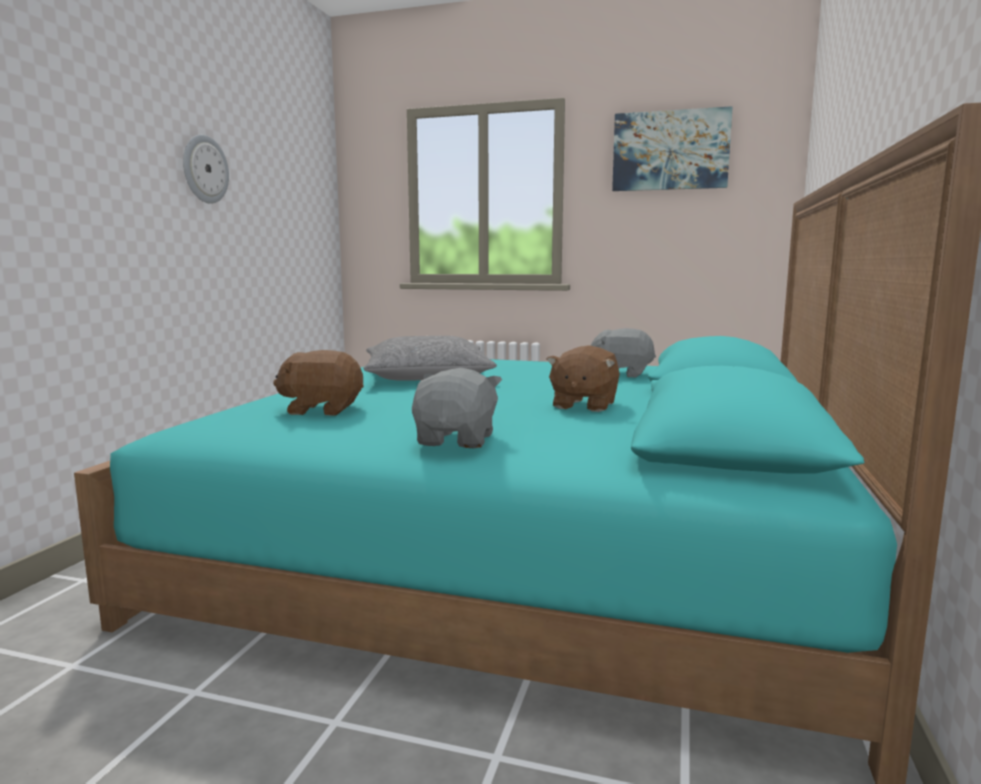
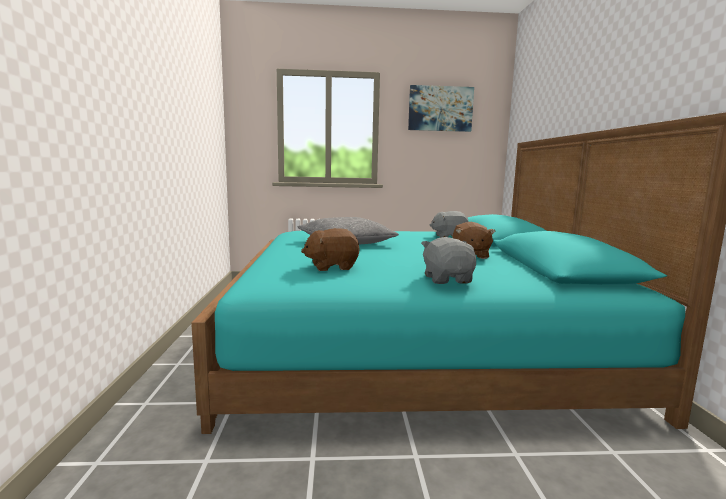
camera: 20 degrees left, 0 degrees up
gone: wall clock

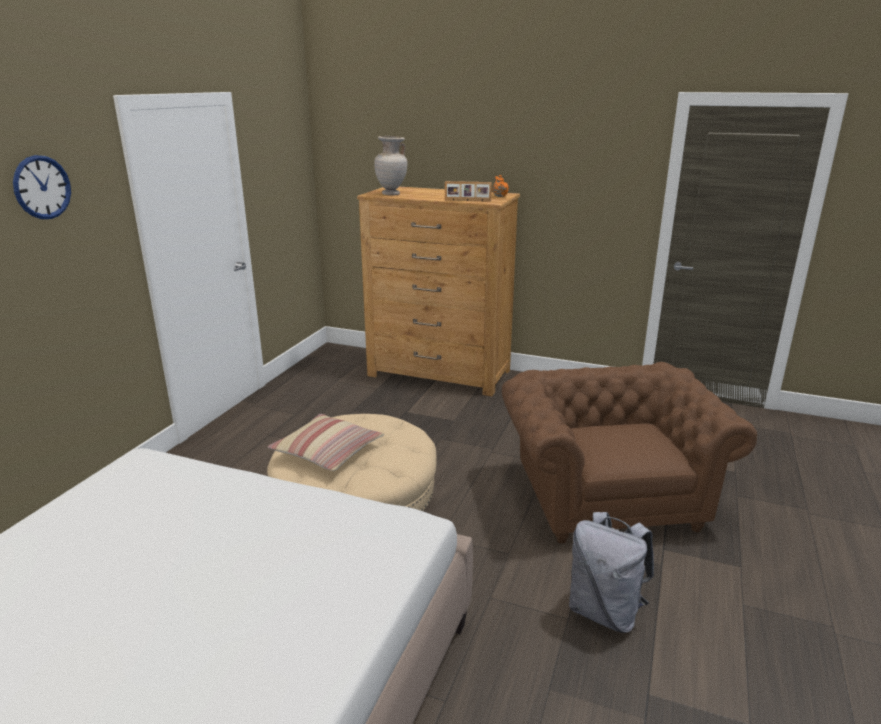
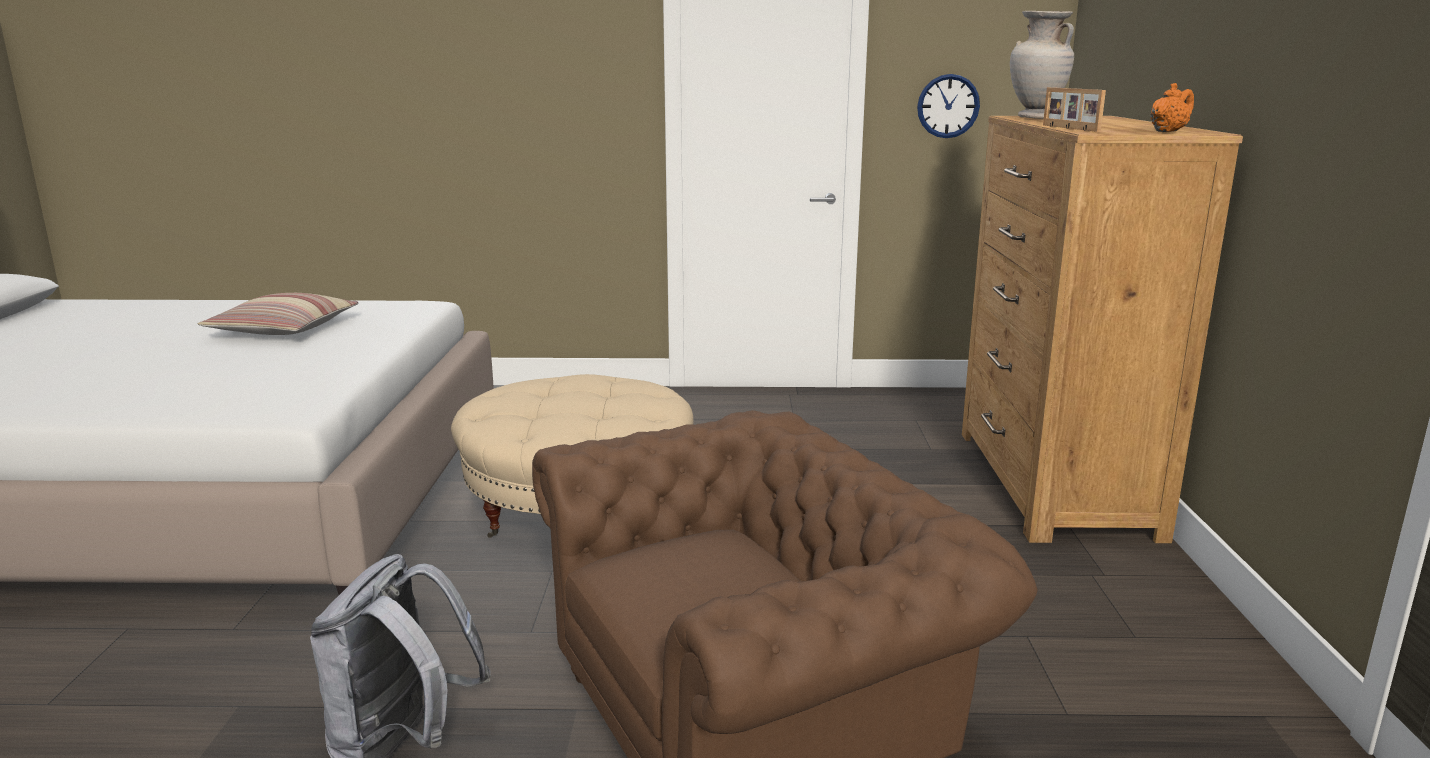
camera: 70 degrees right, 5 degrees down
shifted: pillow; wall clock

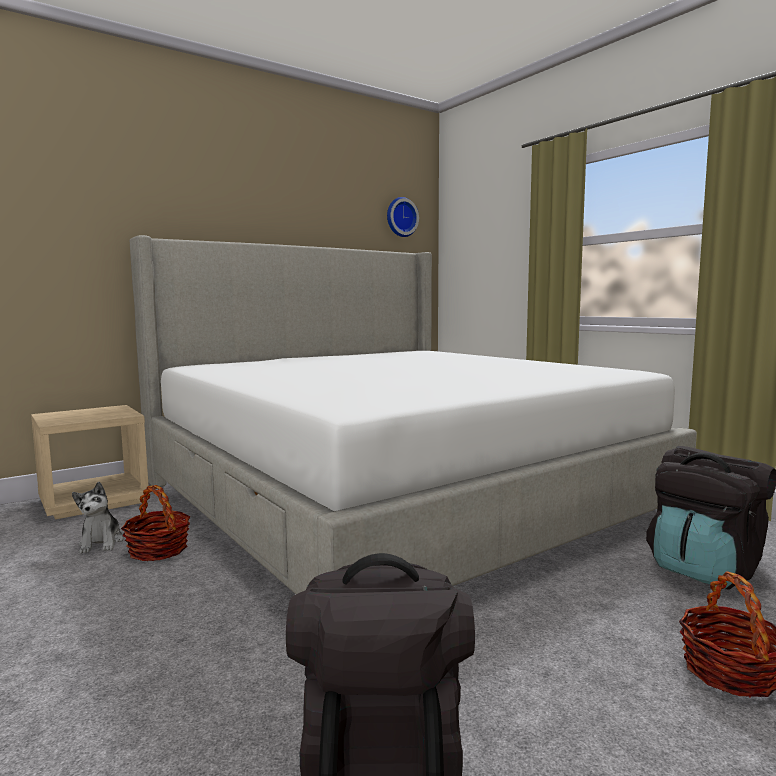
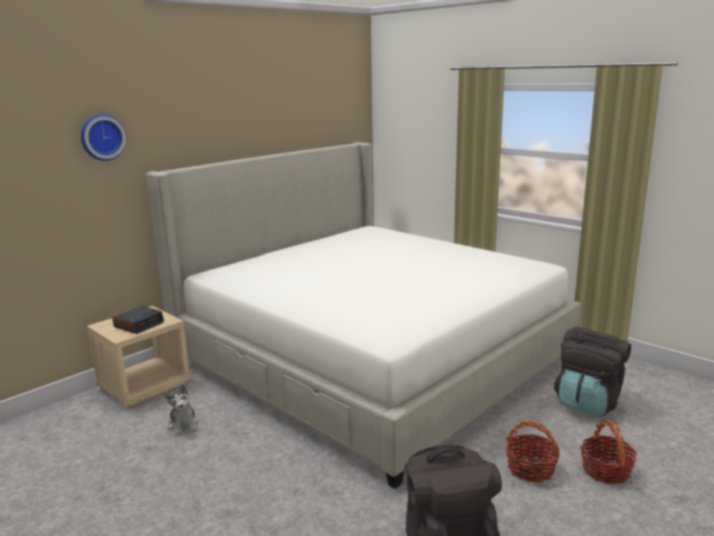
camera: 10 degrees left, 10 degrees up
new: alarm clock
shifted: wall clock; basket (no. 1 from left)

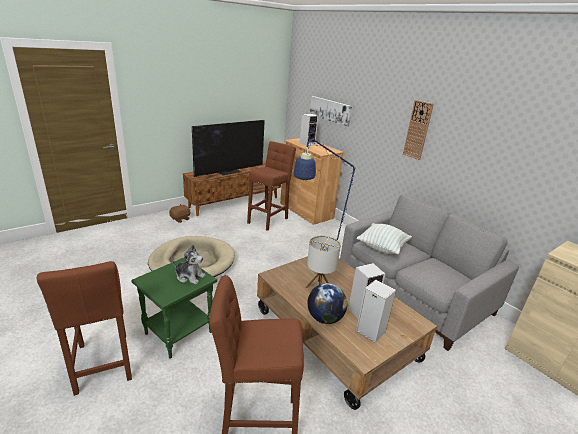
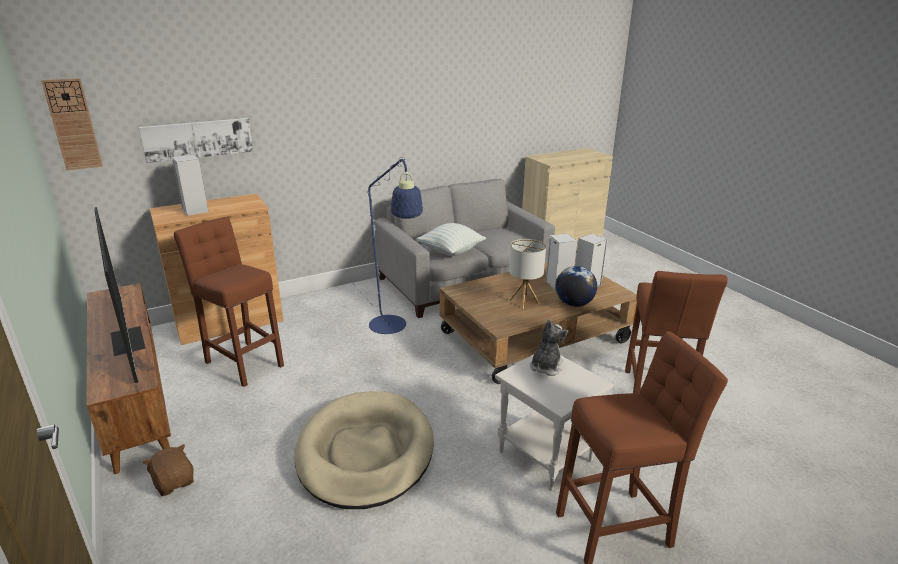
camera: 80 degrees left, 0 degrees up
shifted: wall clock
repainted: green side table to white side table

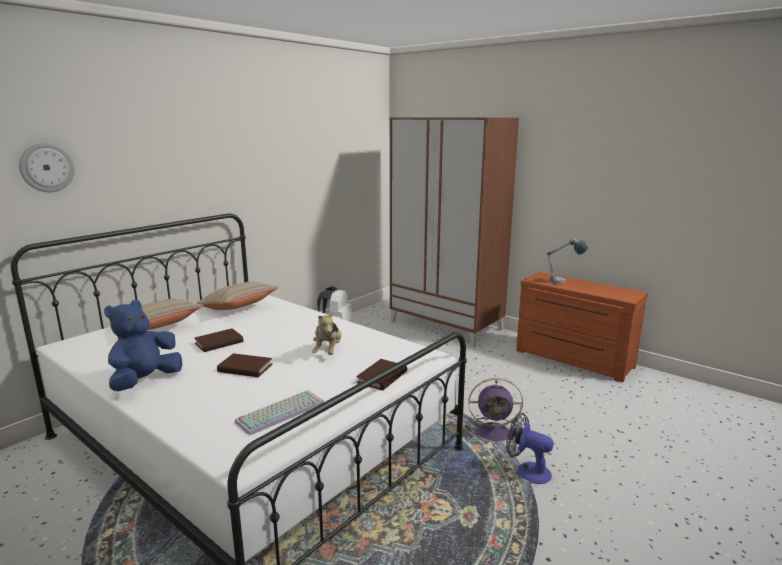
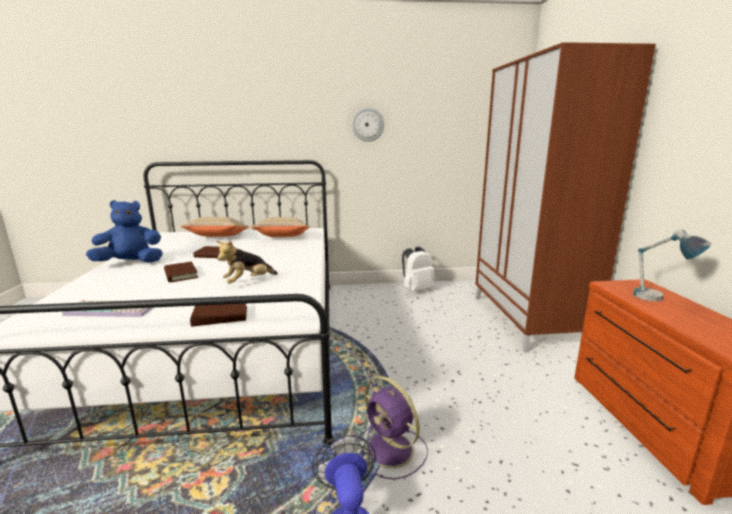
camera: 45 degrees right, 0 degrees up
shifted: wall clock

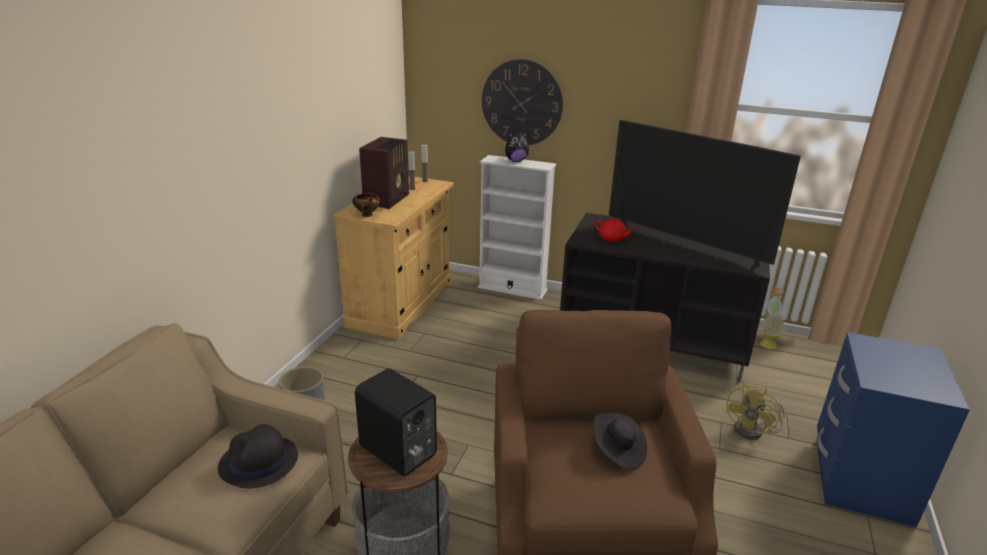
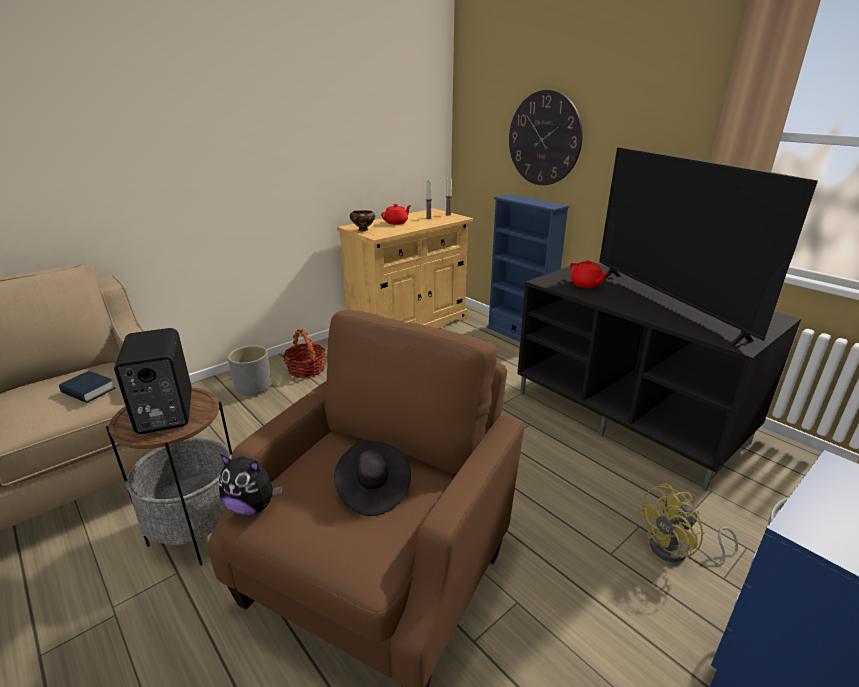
camera: 30 degrees right, 0 degrees up
gone: potted plant
new: basket
shifted: plush toy
swapped: black hat (no. 1 from left) to book; radio to red teapot (no. 1 from left)
repainted: white bookcase to blue bookcase

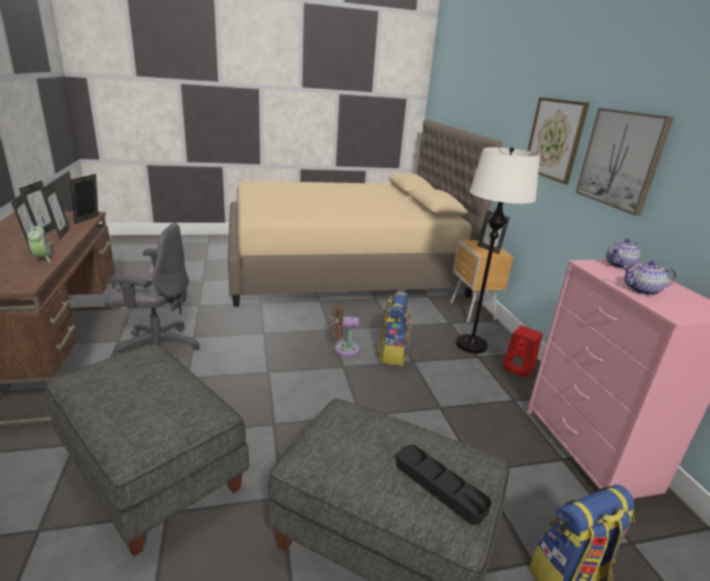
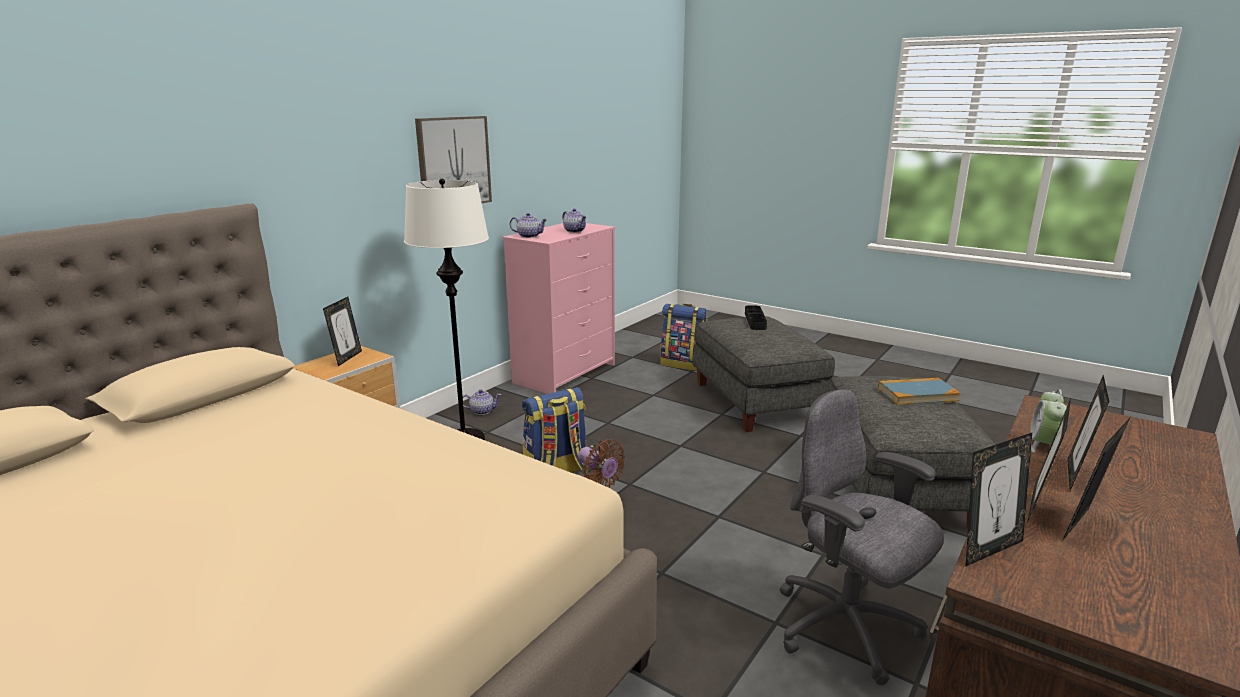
camera: 130 degrees left, 5 degrees down
gone: picture (no. 1 from left)
new: book
swapped: red speaker to teapot (no. 1 from left)

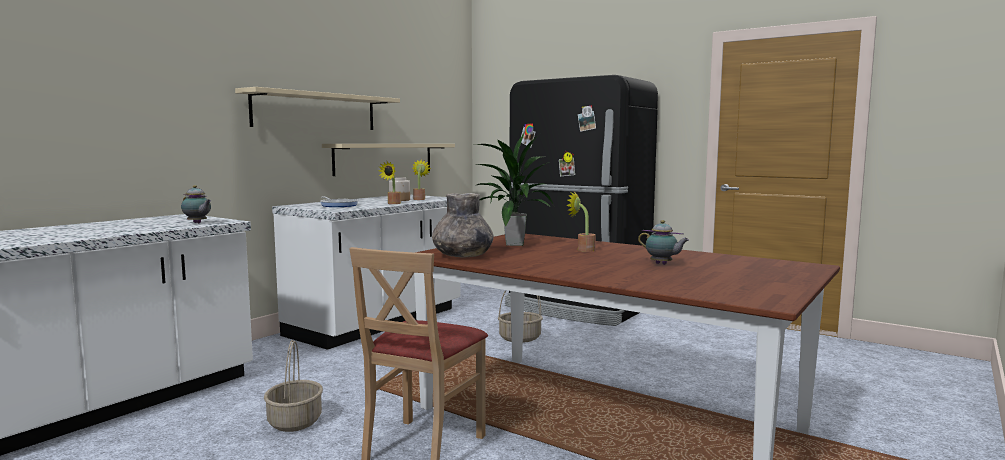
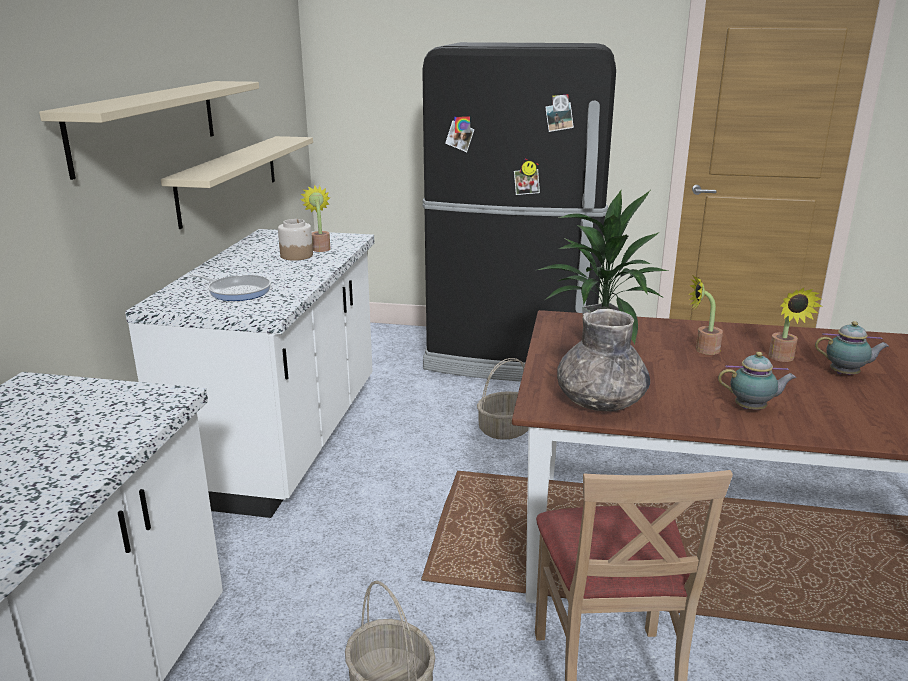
camera: 25 degrees left, 15 degrees up
shifted: teapot (no. 1 from left); potted plant (no. 1 from left in the first image) to potted plant (no. 4 from left)

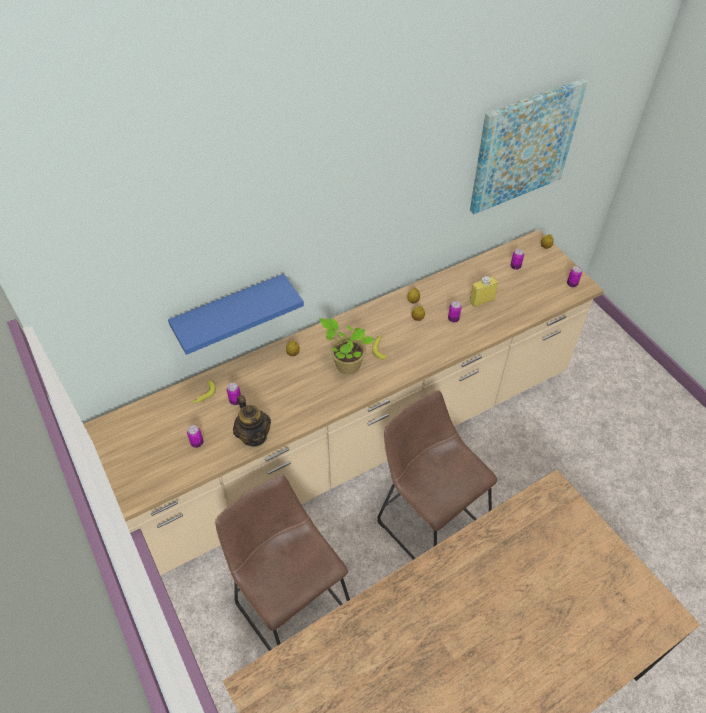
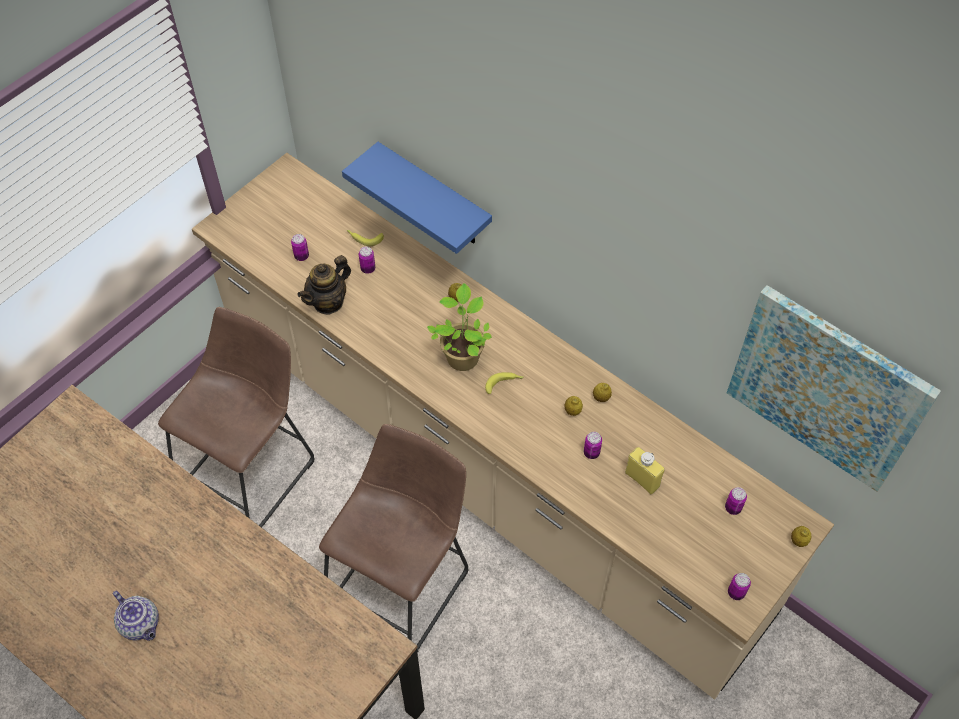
camera: 70 degrees right, 5 degrees up
new: teapot (no. 1 from left)

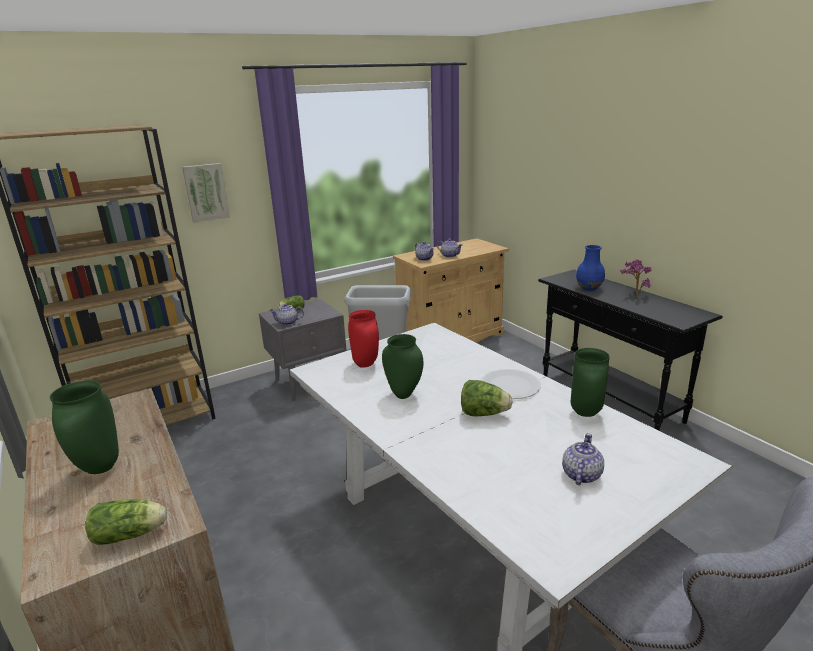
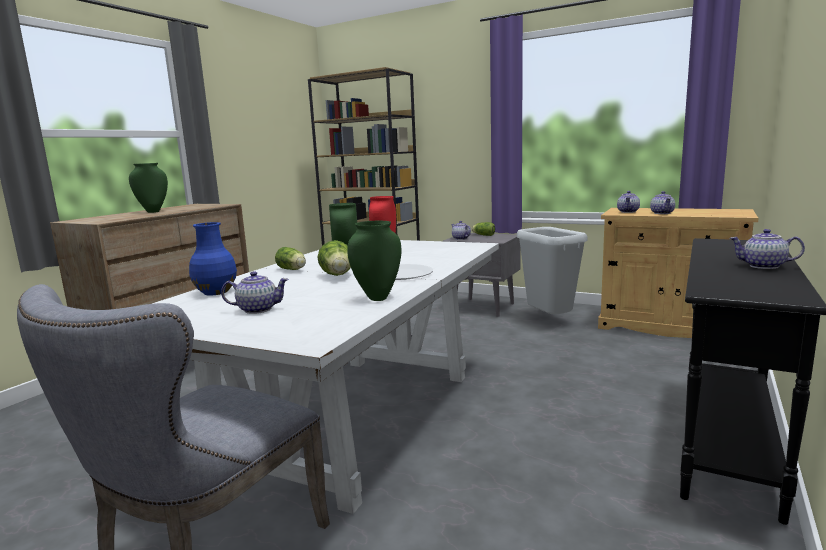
camera: 60 degrees right, 10 degrees down
gone: picture
shifted: blue vase; lettuce (no. 1 from left)
swapped: potted plant to teapot (no. 5 from left)

